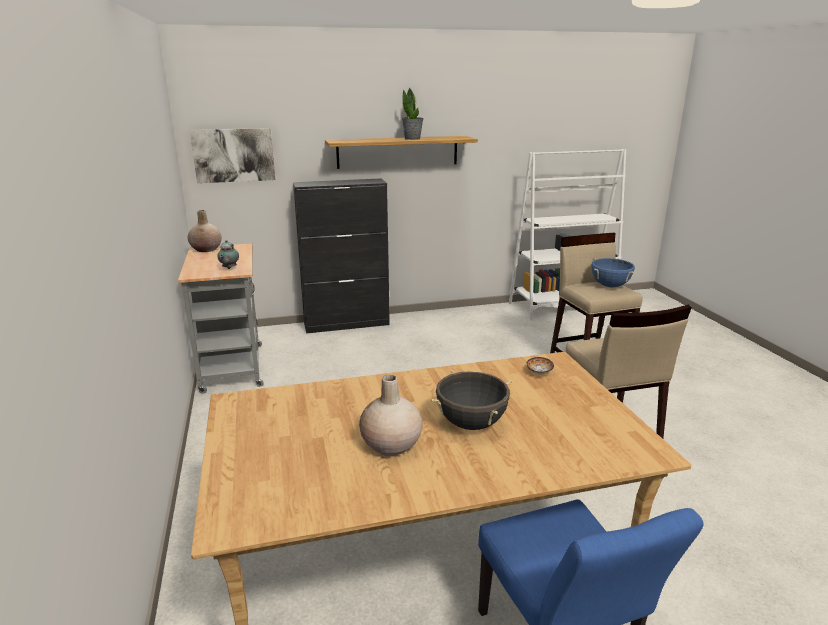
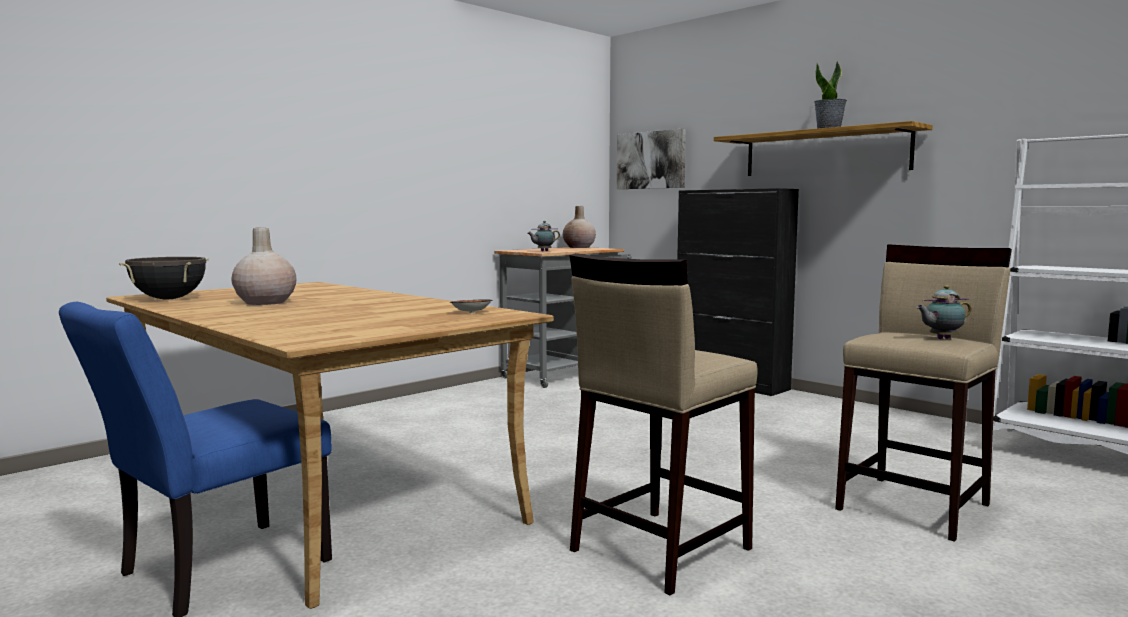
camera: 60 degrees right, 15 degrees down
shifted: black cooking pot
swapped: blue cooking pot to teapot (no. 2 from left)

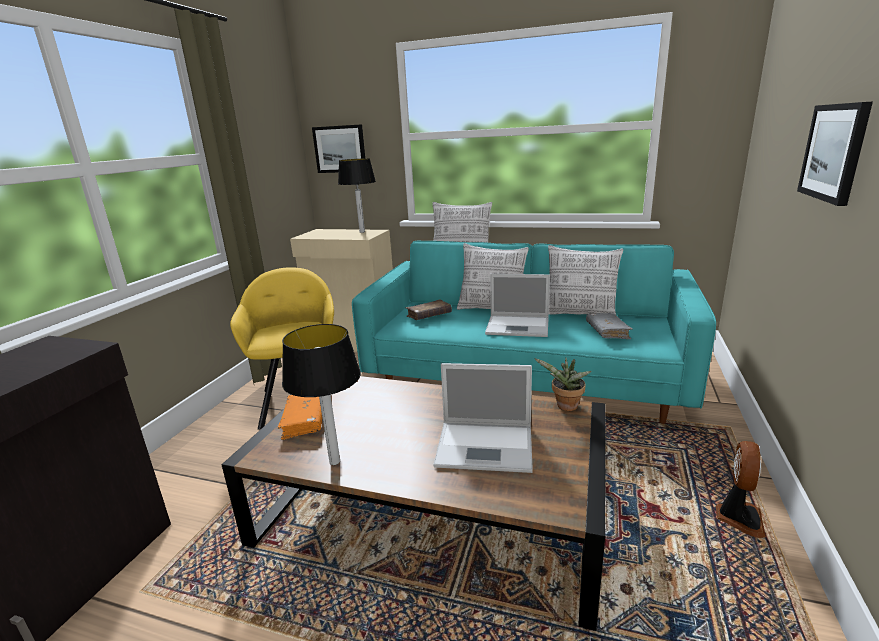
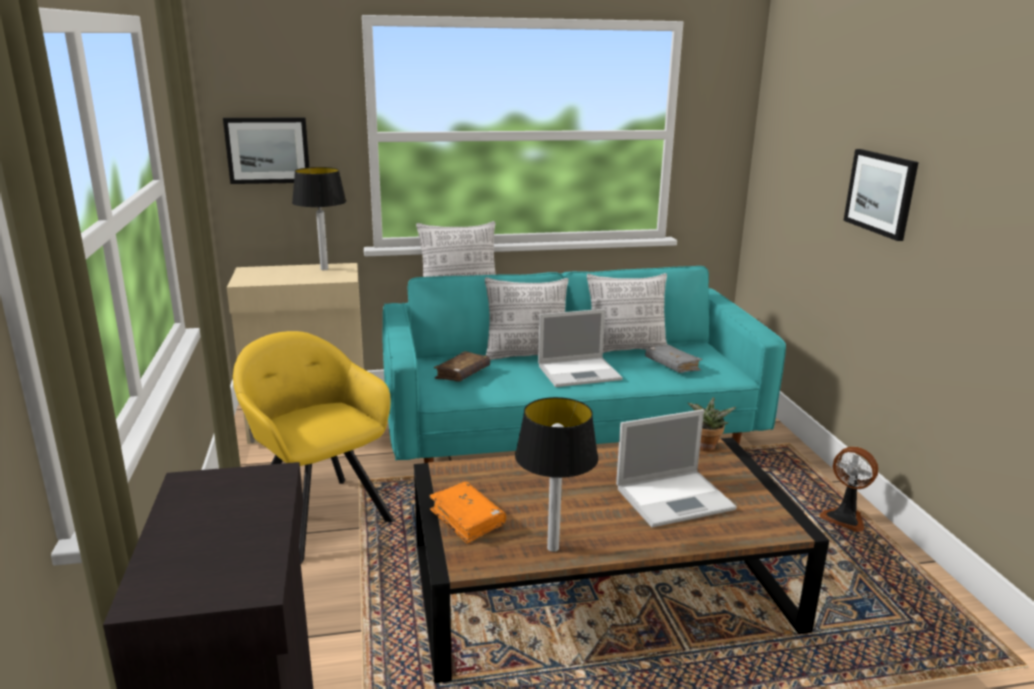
camera: 30 degrees left, 0 degrees up
rotated: fan 135 degrees clockwise

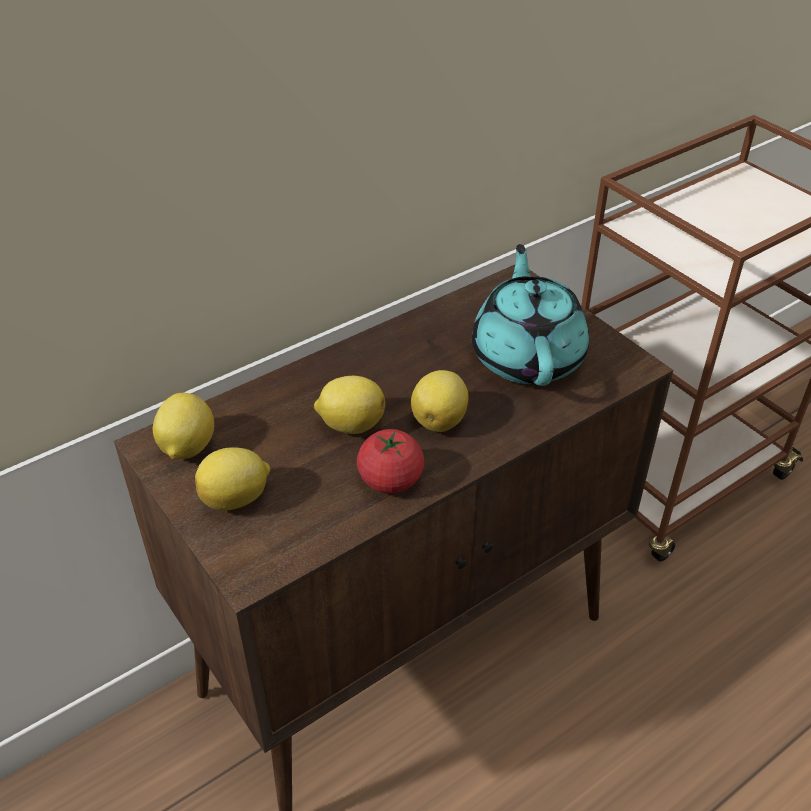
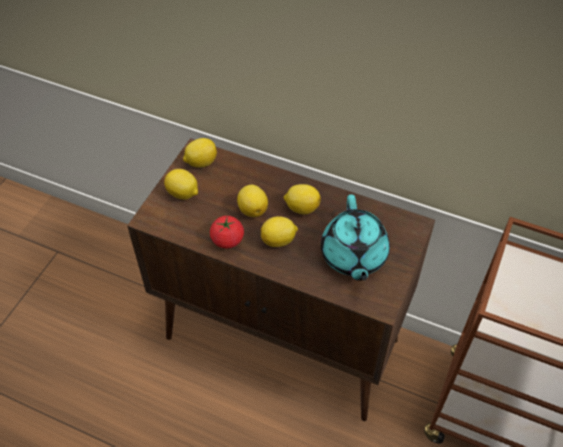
camera: 60 degrees right, 10 degrees up
new: lemon (no. 5 from left)
rotated: turquoise teapot 120 degrees clockwise

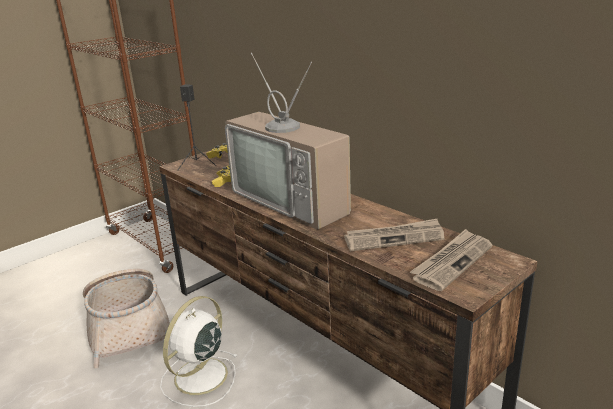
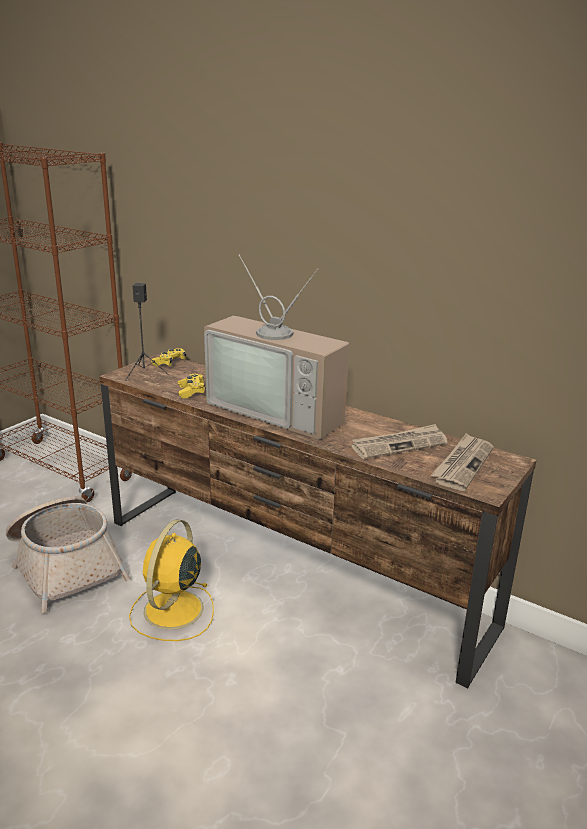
camera: 15 degrees left, 0 degrees up
repainted: white fan to yellow fan

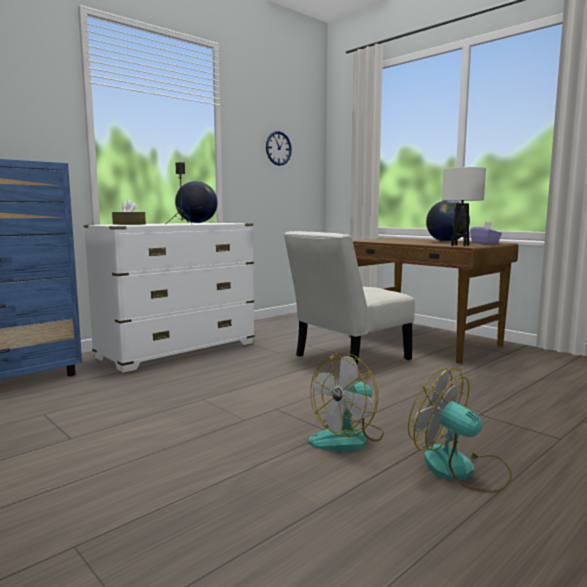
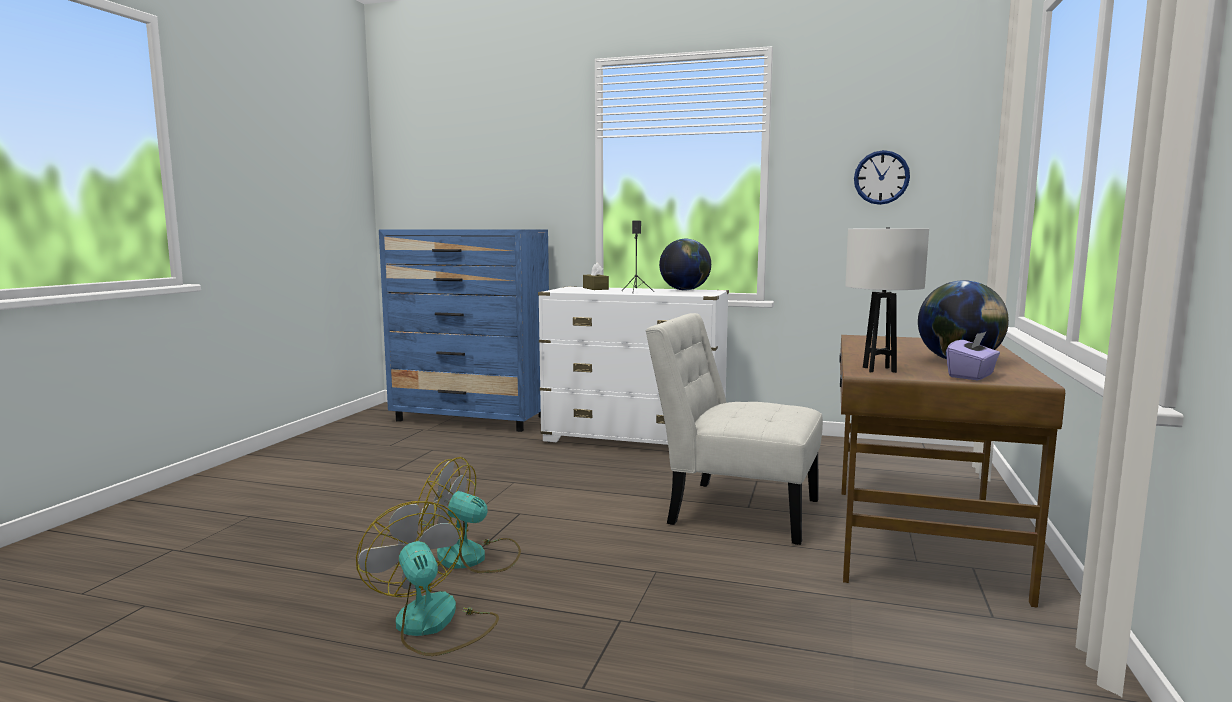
camera: 60 degrees right, 0 degrees up
rotated: fan (no. 2 from left in the first image) 45 degrees counterclockwise

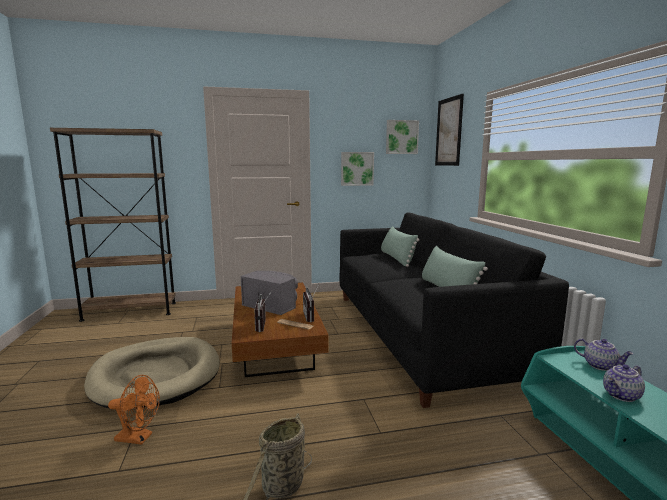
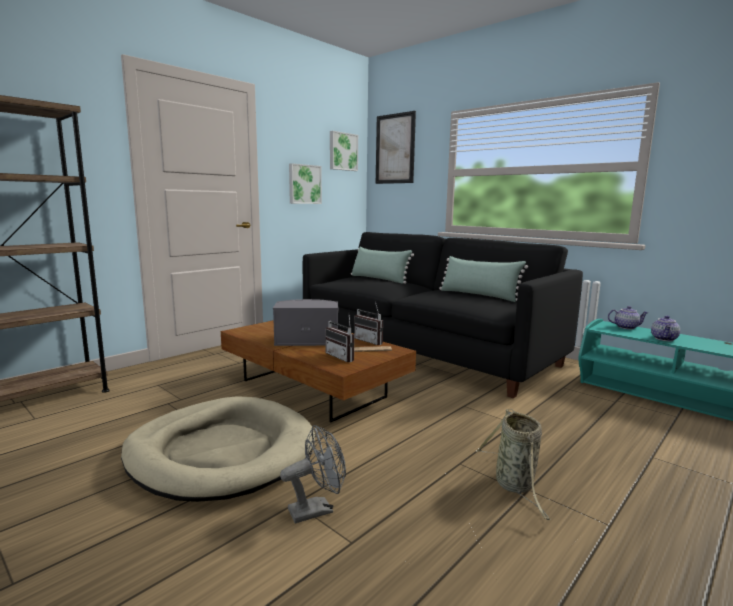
camera: 35 degrees left, 0 degrees up
repainted: orange fan to grey fan

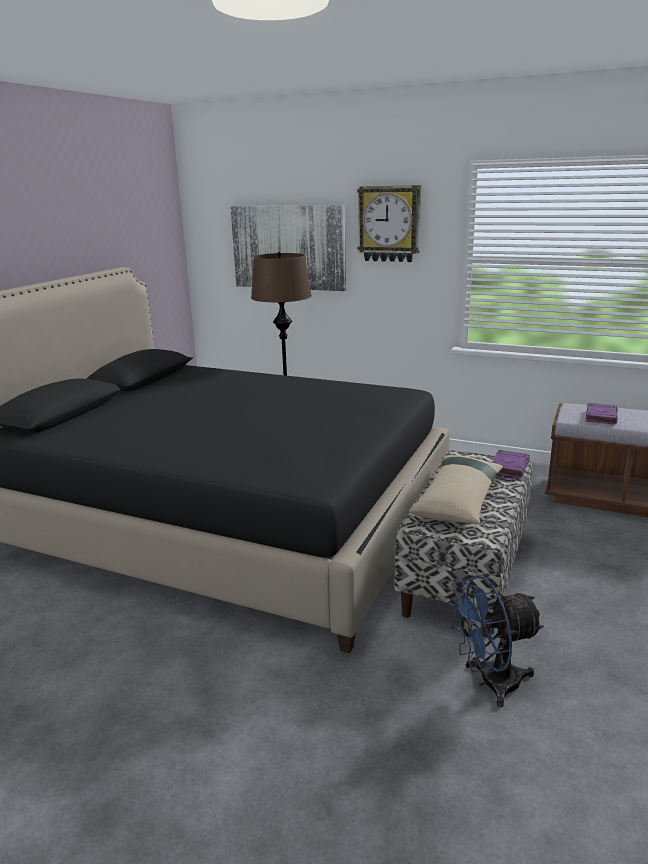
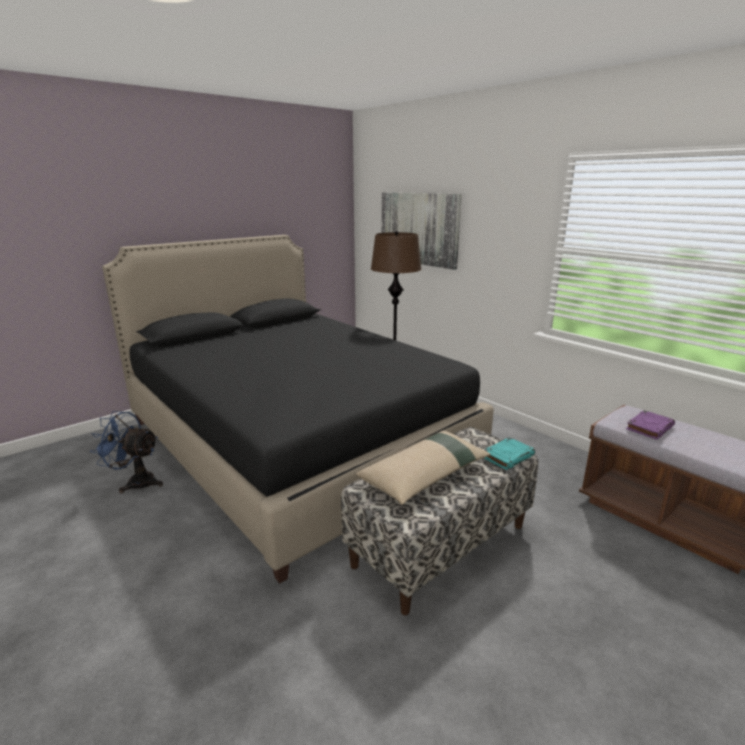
camera: 25 degrees right, 0 degrees up
gone: wall clock
shifted: blue fan
repainted: purple book (no. 1 from left) to turquoise book

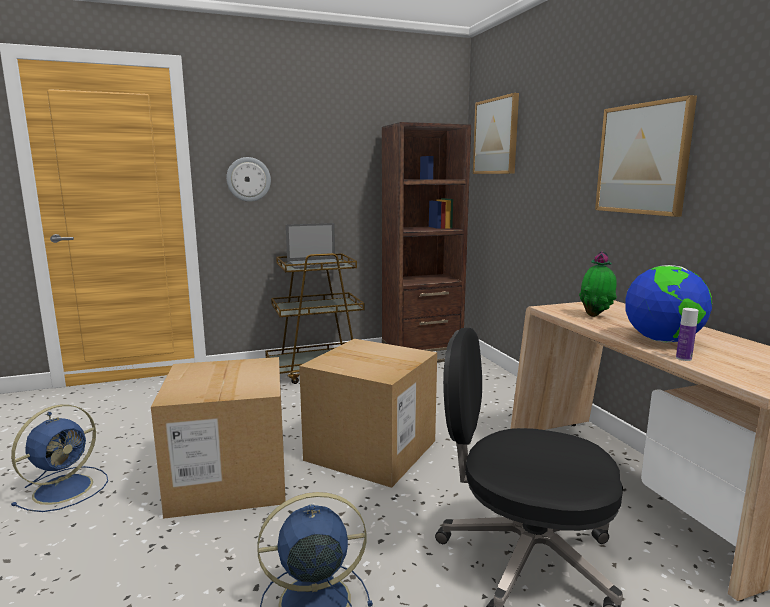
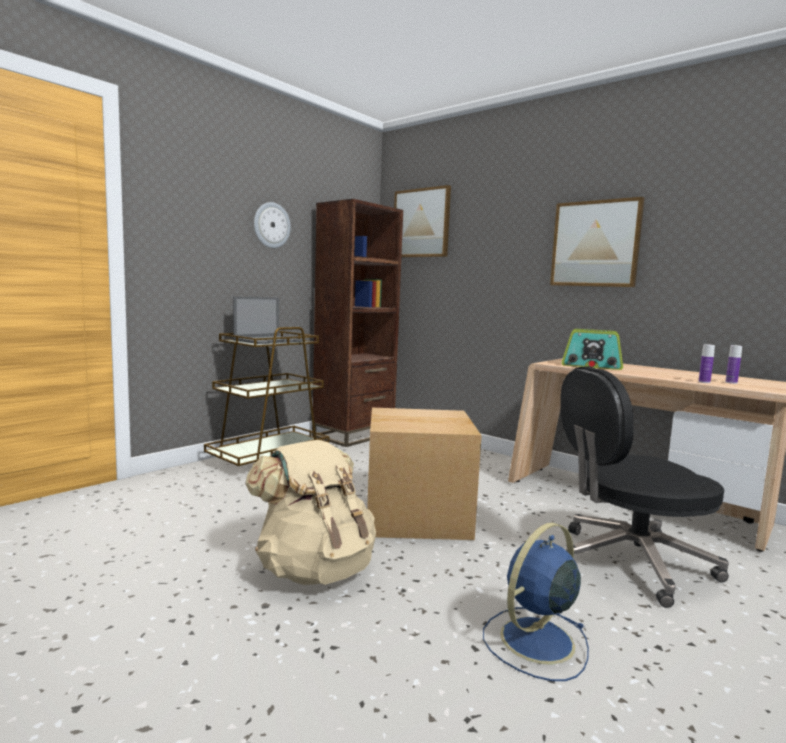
camera: 30 degrees left, 5 degrees down
gone: blue fan (no. 1 from left); globe
new: bottle (no. 2 from left)
shifted: wall clock
swapped: cardboard box (no. 1 from left) to beige backpack; potted plant to radio

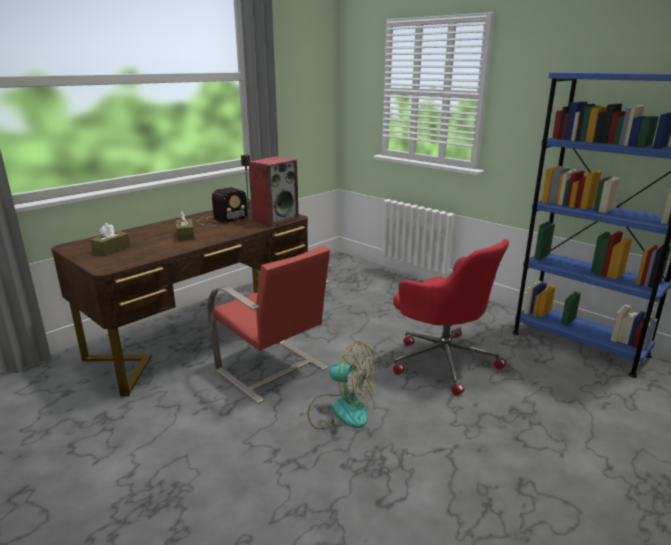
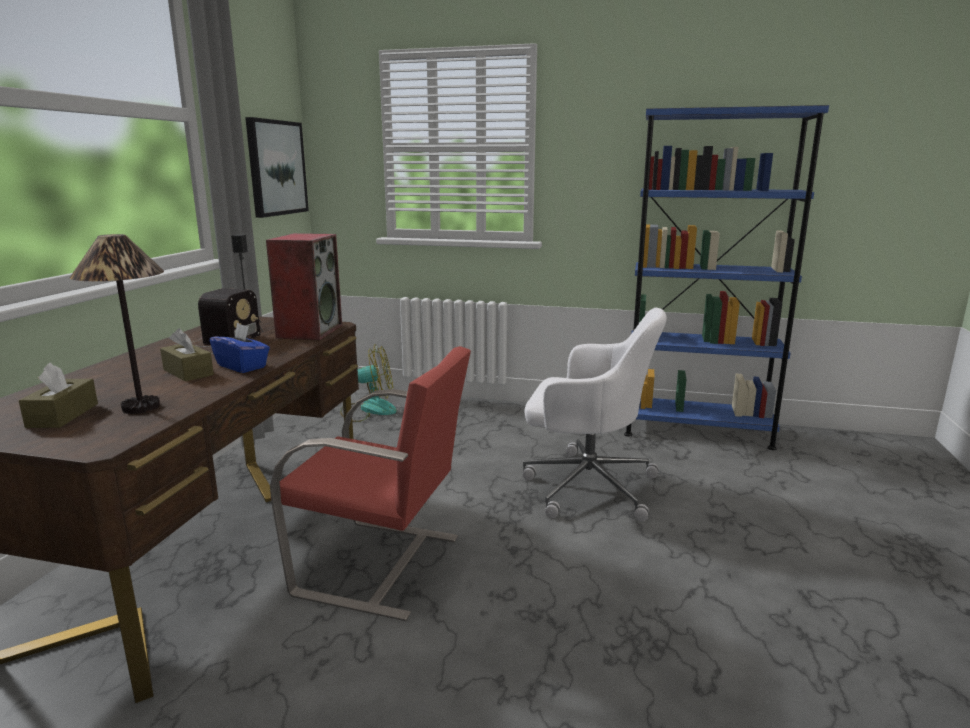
camera: 30 degrees left, 5 degrees down
new: table lamp; blue tissue box; picture
shifted: fan
repainted: red office chair to white office chair

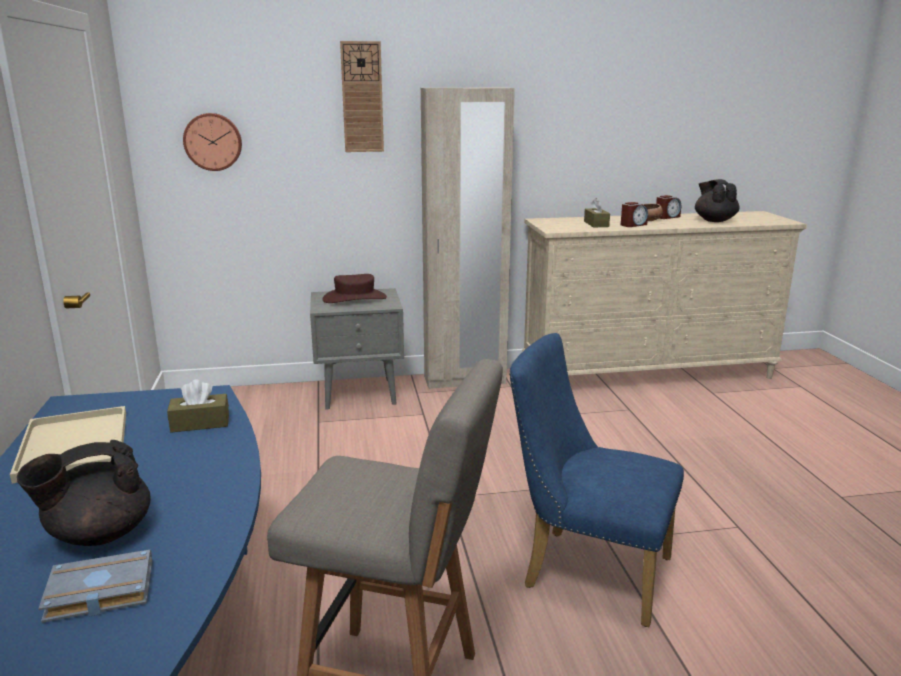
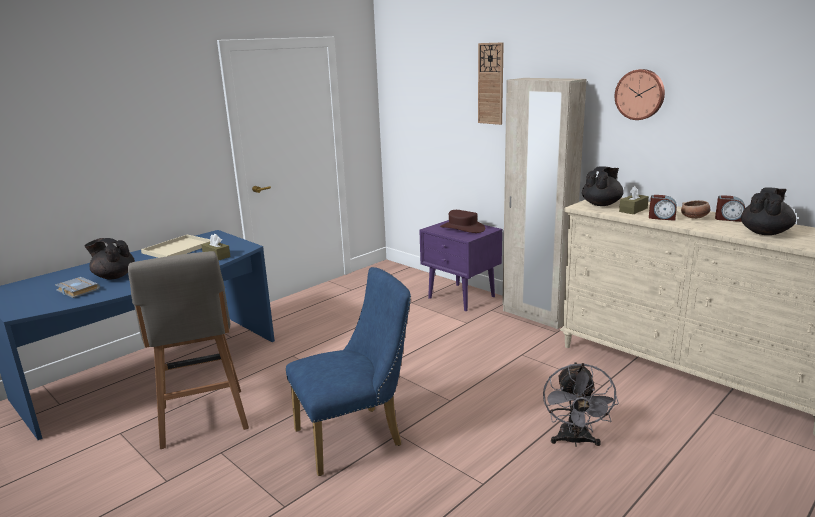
camera: 55 degrees right, 0 degrees up
new: grey fan; black teapot (no. 2 from left)
shifted: wall clock (no. 1 from left in the first image) to wall clock (no. 2 from left)
repainted: grey nightstand to purple nightstand
rotated: blue chair 75 degrees clockwise

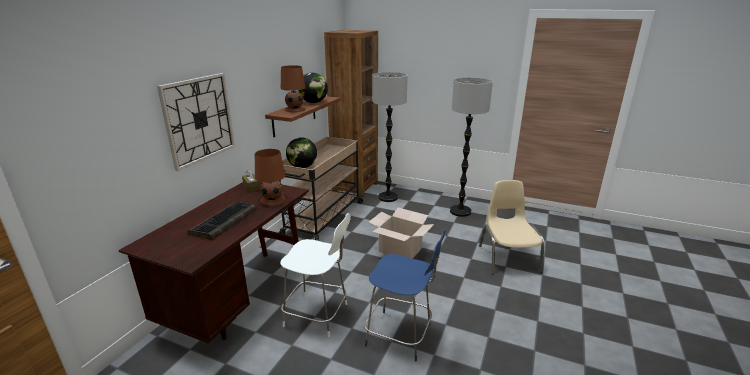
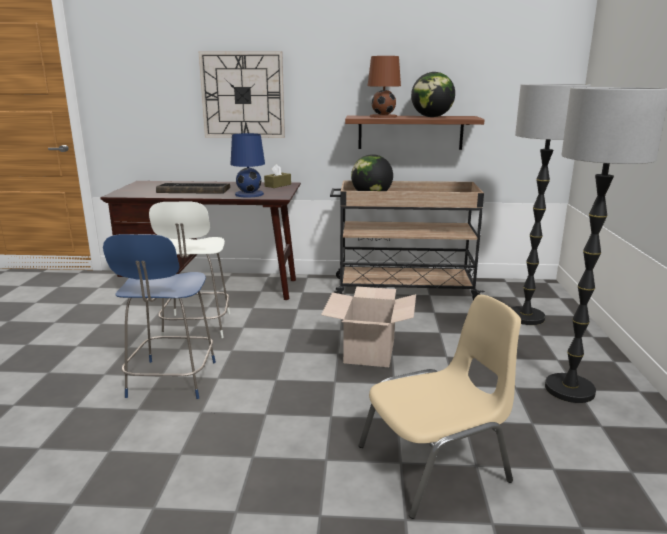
camera: 70 degrees right, 5 degrees down
gone: brown bookcase
repainted: brown table lamp (no. 1 from left) to blue table lamp

